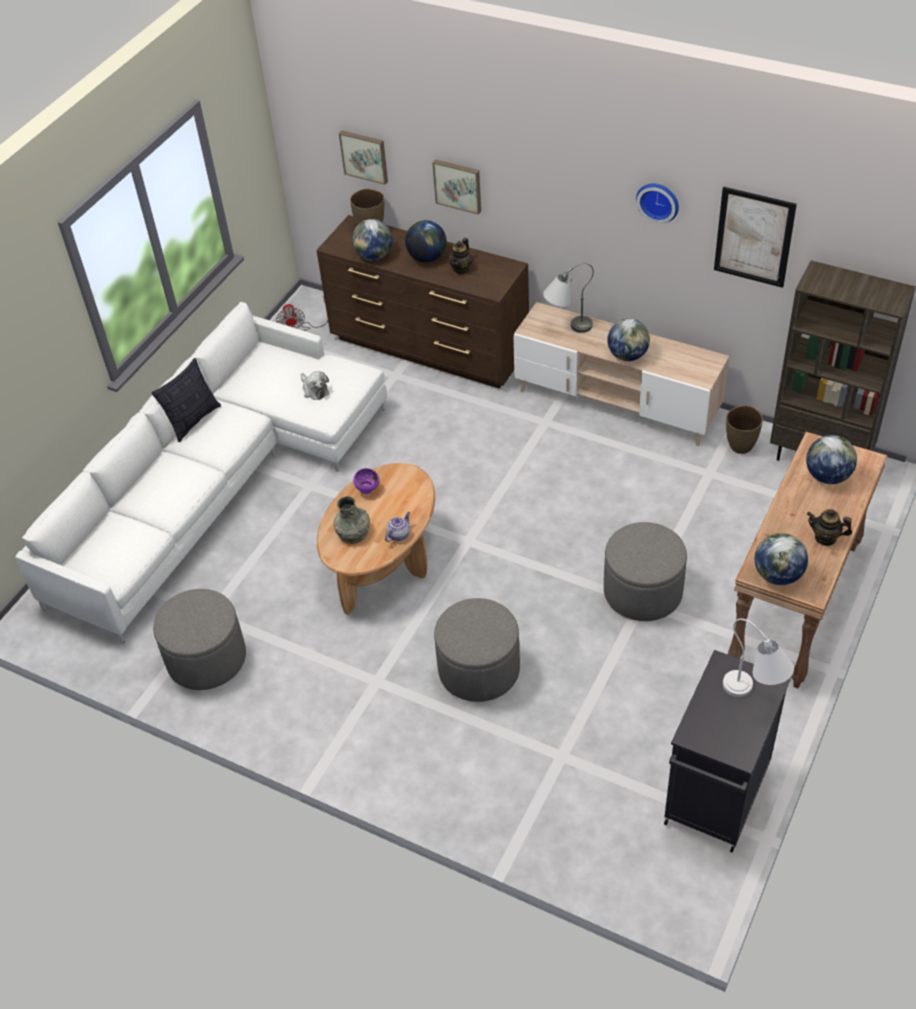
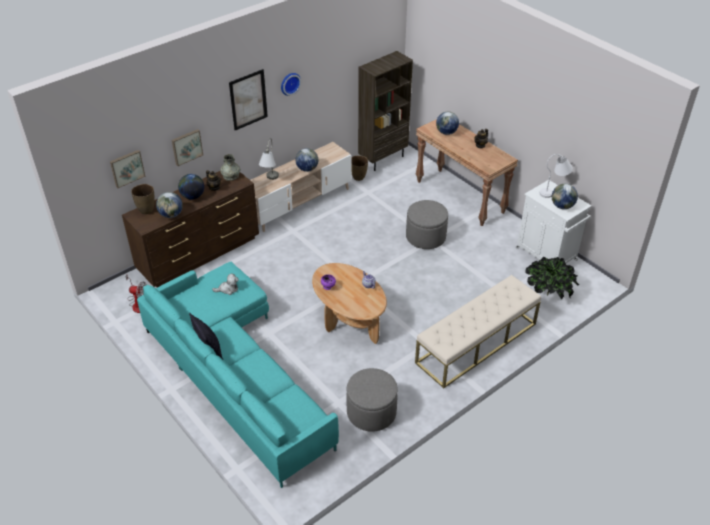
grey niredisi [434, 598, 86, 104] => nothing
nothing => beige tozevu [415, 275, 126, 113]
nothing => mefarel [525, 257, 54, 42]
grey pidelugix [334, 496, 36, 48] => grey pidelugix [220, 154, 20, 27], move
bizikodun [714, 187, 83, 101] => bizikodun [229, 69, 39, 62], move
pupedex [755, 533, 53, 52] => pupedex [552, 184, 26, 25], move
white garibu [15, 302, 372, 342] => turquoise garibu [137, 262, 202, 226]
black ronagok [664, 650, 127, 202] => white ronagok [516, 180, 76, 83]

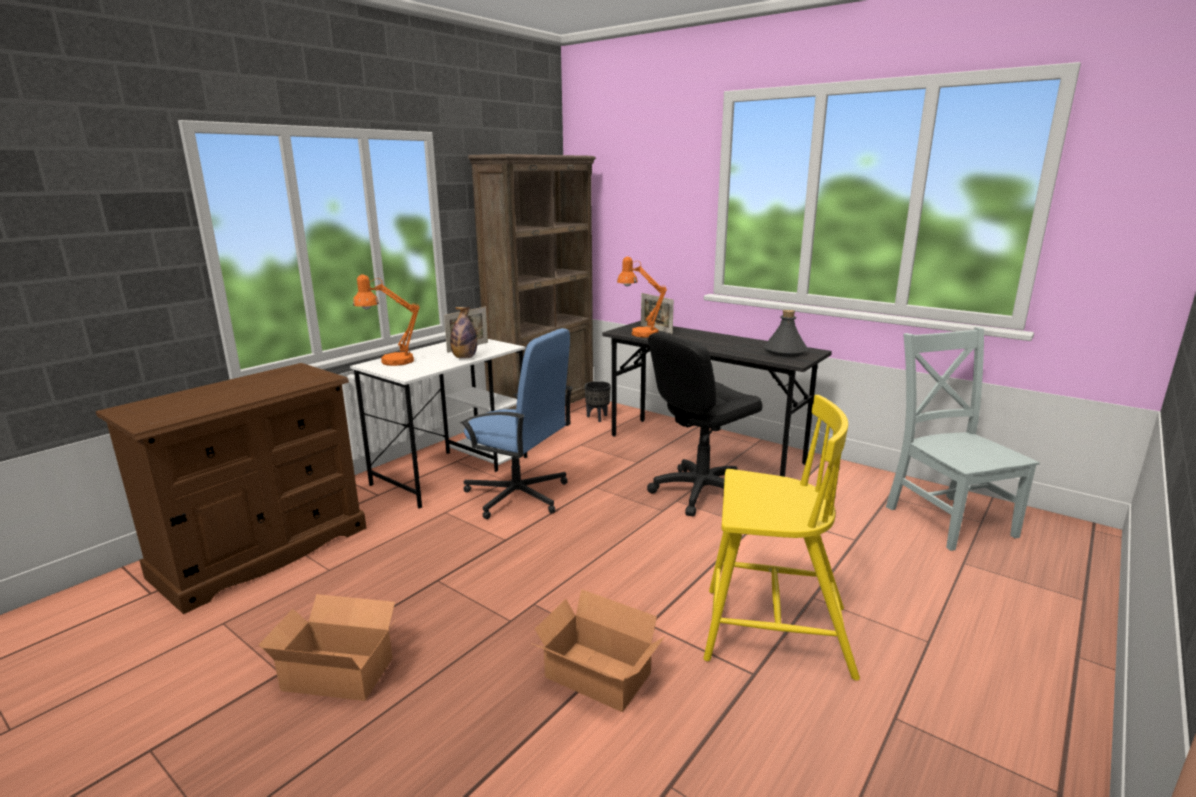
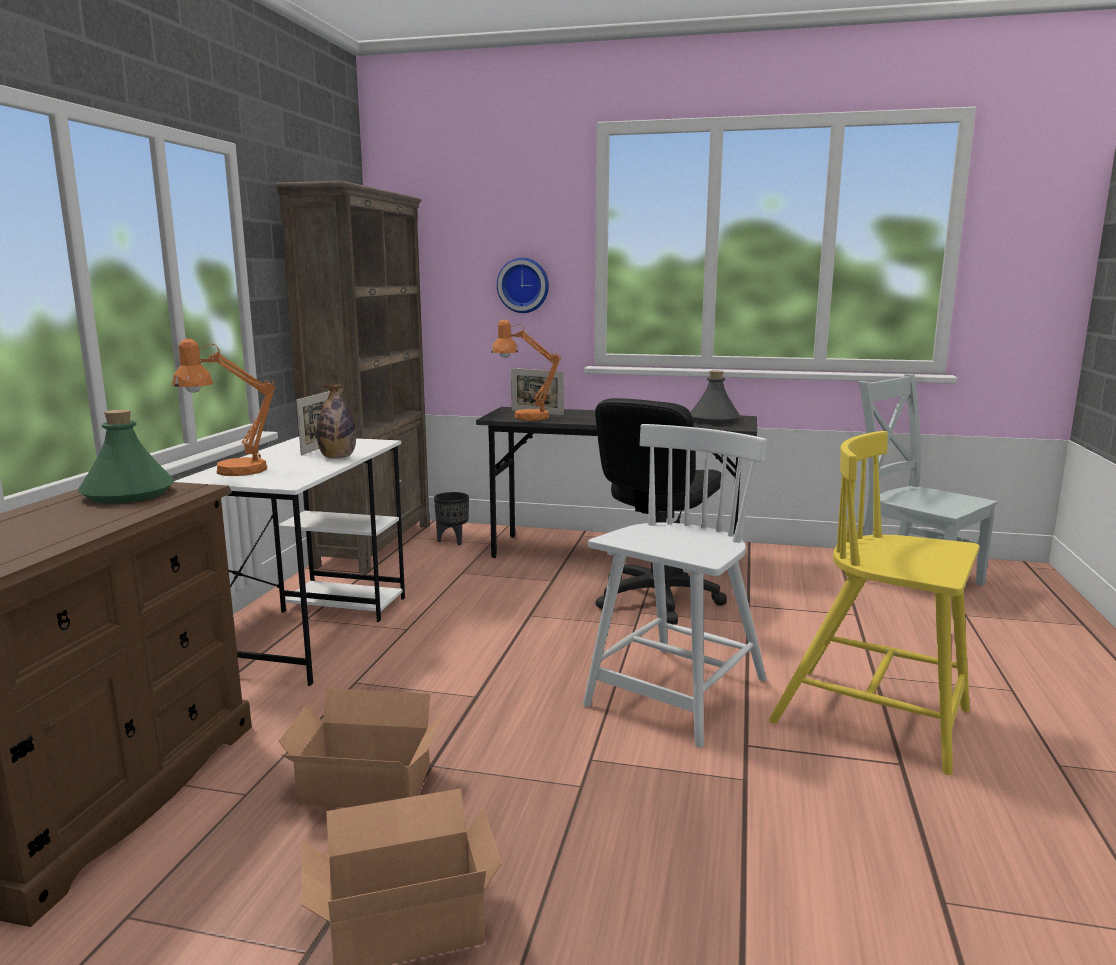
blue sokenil [460, 328, 113, 191] => nothing
nothing => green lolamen [78, 409, 96, 95]
nothing => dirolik [497, 258, 52, 55]
nothing => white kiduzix [583, 424, 184, 324]
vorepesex [531, 589, 134, 123] => vorepesex [279, 688, 165, 120], move
yellow kiduzix [704, 395, 156, 286] => yellow kiduzix [769, 431, 210, 344], 135 degrees counterclockwise

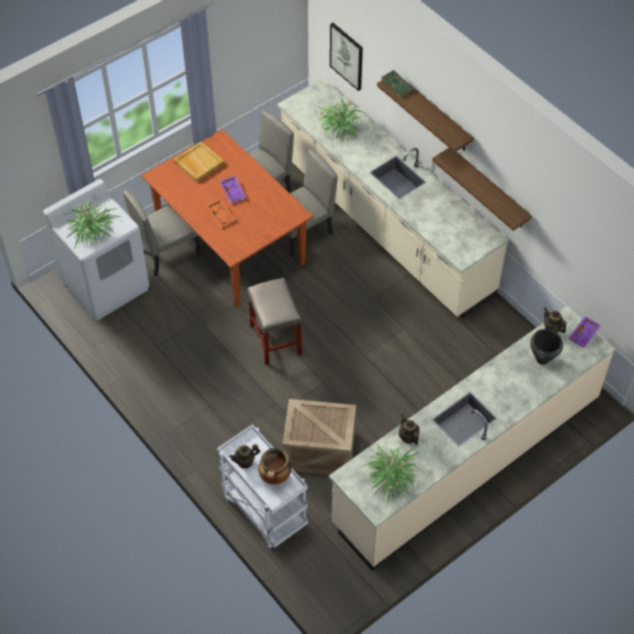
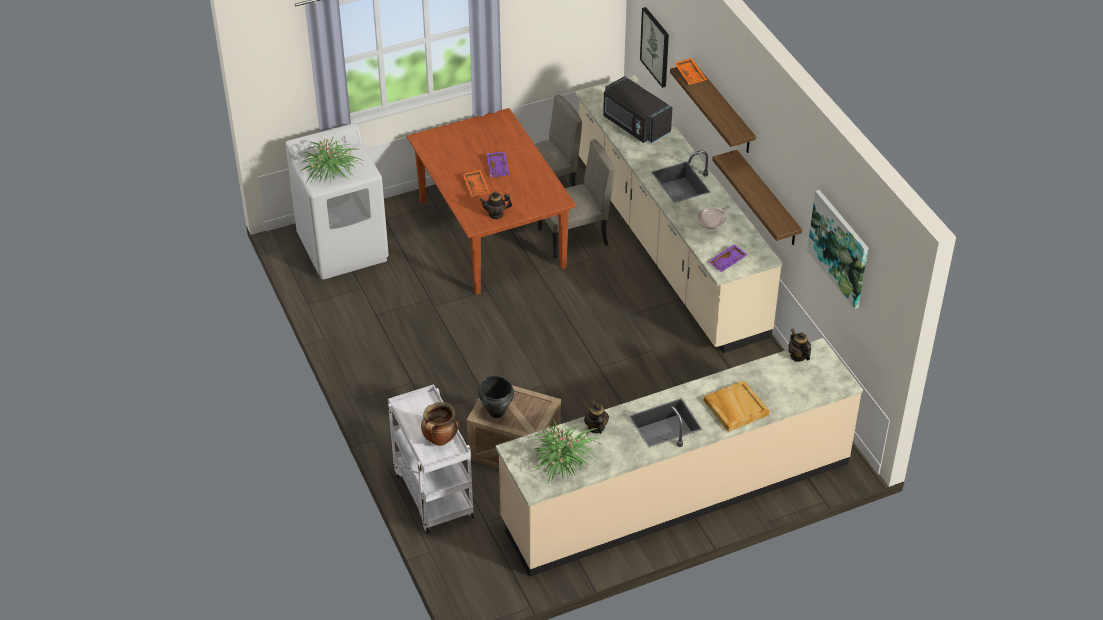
beige kiduzix [123, 190, 78, 86] => nothing
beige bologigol [248, 278, 54, 87] => nothing
nothing => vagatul [697, 205, 40, 24]
nothing => bizikodun [807, 190, 61, 119]
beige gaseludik [173, 142, 51, 40] => beige gaseludik [704, 380, 65, 52], move
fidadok [229, 444, 31, 24] => fidadok [480, 192, 32, 27], move
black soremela [530, 329, 33, 36] => black soremela [478, 375, 36, 43], move
purple gaseludik [568, 317, 33, 31] => purple gaseludik [708, 244, 40, 28], move
mefarel [315, 97, 49, 46] => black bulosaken [603, 76, 69, 67]
green gaseludik [381, 70, 32, 27] => orange gaseludik [674, 58, 33, 27]

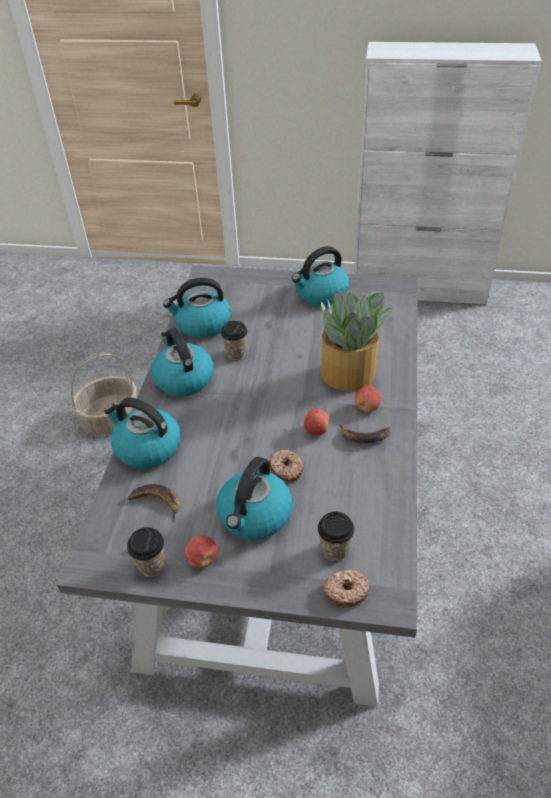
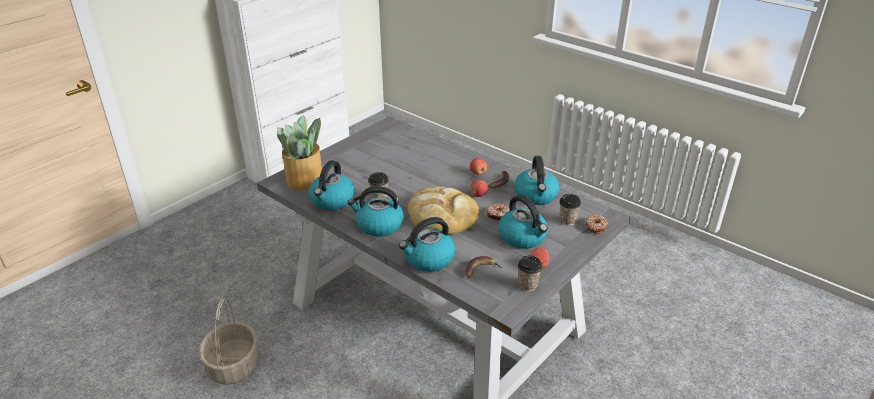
nothing => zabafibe [408, 186, 71, 48]
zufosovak [291, 246, 58, 60] => zufosovak [514, 156, 46, 49], move
mefarel [321, 291, 71, 100] => mefarel [277, 115, 45, 75], move

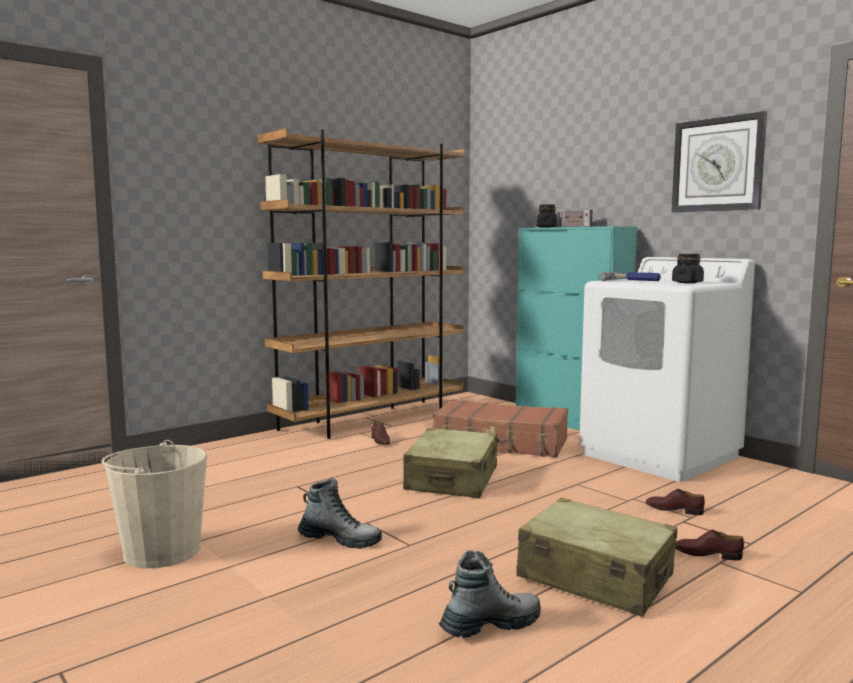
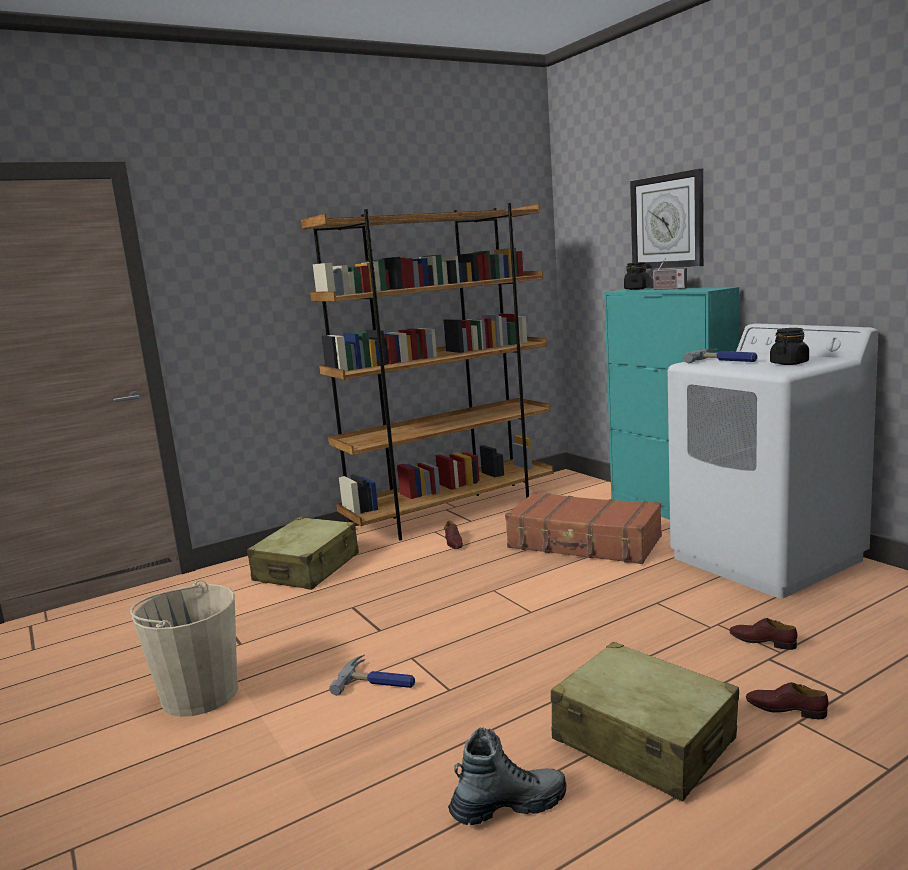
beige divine [403, 428, 94, 70] => beige divine [247, 517, 112, 73], move
dirolik [671, 111, 96, 101] => dirolik [630, 169, 74, 100], move
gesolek [298, 478, 84, 71] => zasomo [329, 655, 86, 41]

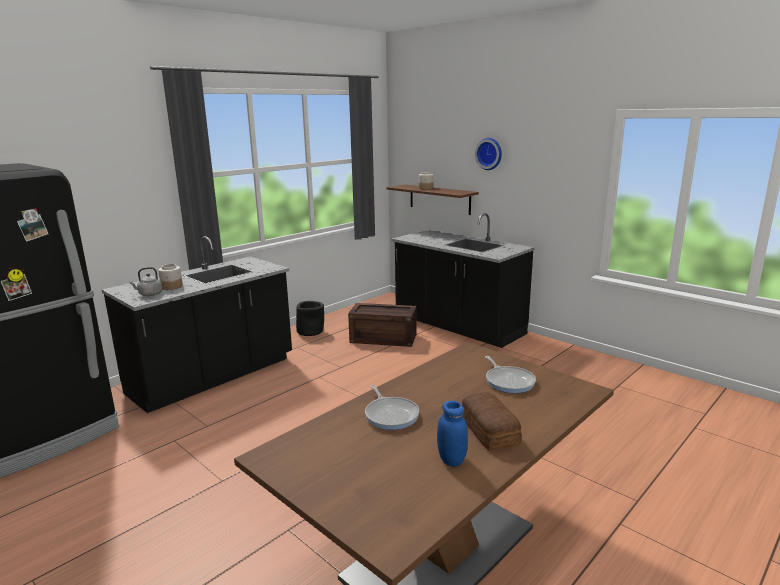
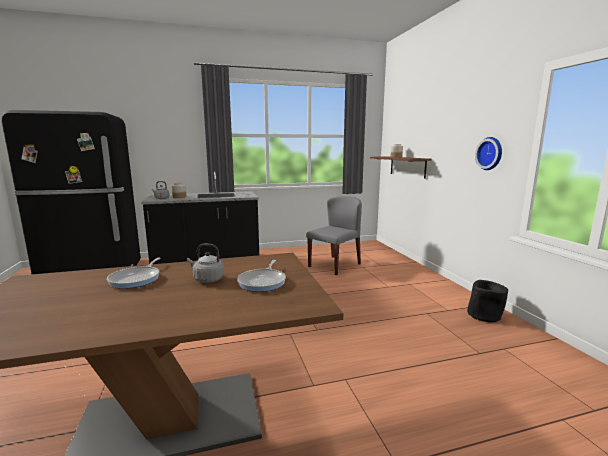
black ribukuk [391, 213, 144, 135] => nothing
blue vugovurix [437, 401, 31, 66] => nothing
zabafibe [462, 392, 60, 59] => nothing
nothing => grey zufosovak [187, 244, 37, 39]
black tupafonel [296, 301, 28, 35] => black tupafonel [467, 280, 41, 42], move
dirolik [475, 138, 27, 32] => dirolik [475, 137, 27, 33], move
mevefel [348, 303, 68, 44] => grey kiduzix [306, 196, 56, 79]

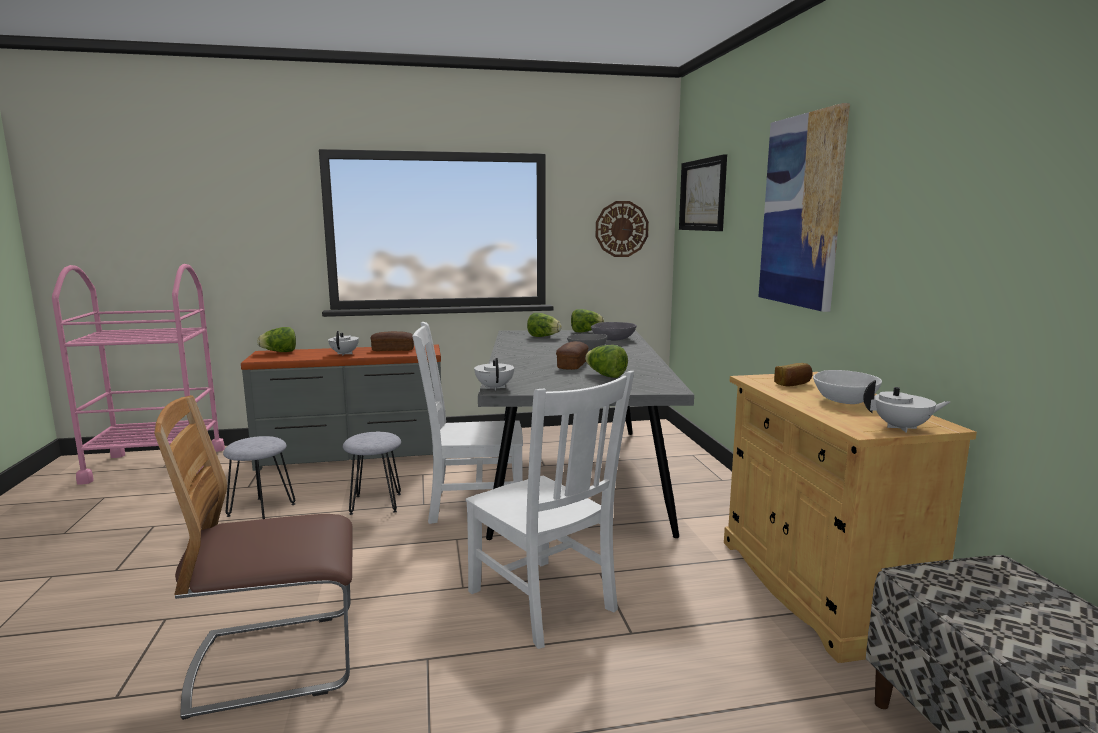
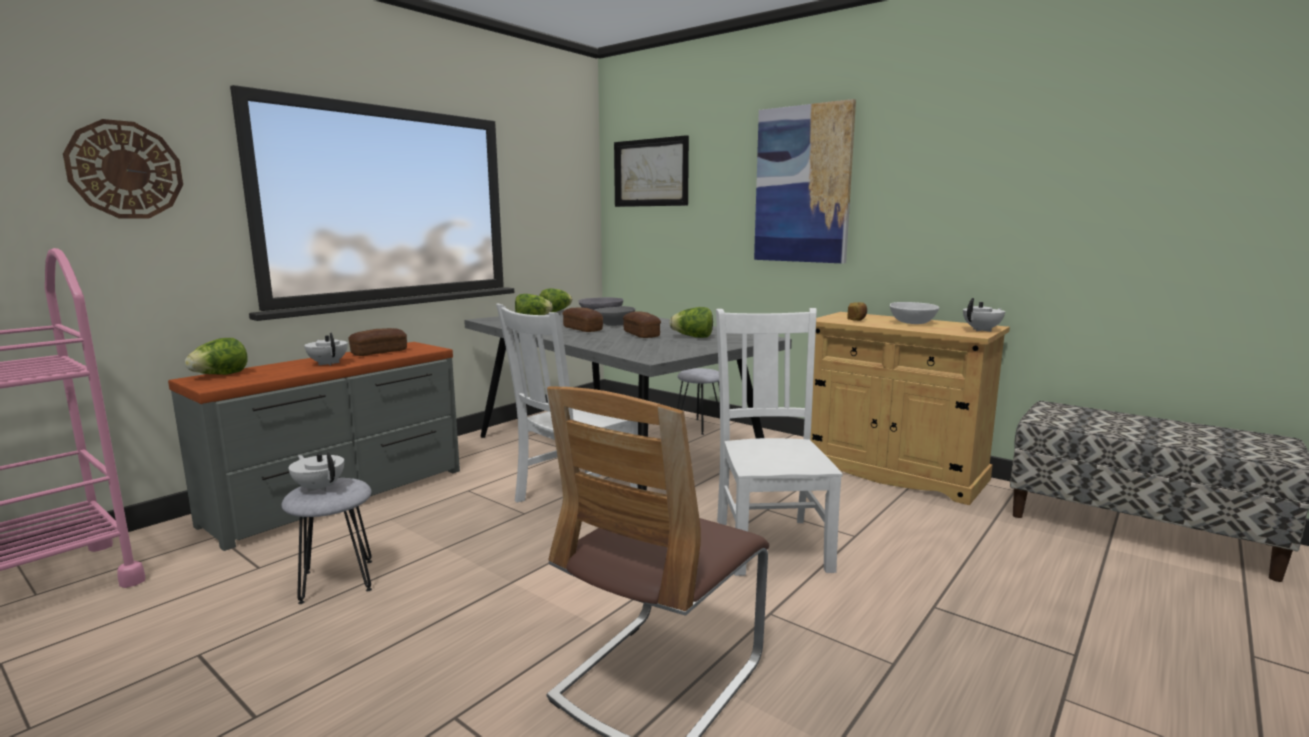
nothing => zabafibe [563, 307, 40, 25]
grey bologigol [343, 432, 58, 83] => grey bologigol [677, 368, 43, 67], move
white fidadok [474, 358, 40, 33] => white fidadok [288, 452, 56, 40], move
dirolik [596, 201, 53, 56] => dirolik [63, 119, 120, 99], move
white kiduzix [466, 371, 168, 278] => white kiduzix [716, 308, 127, 268], 105 degrees counterclockwise

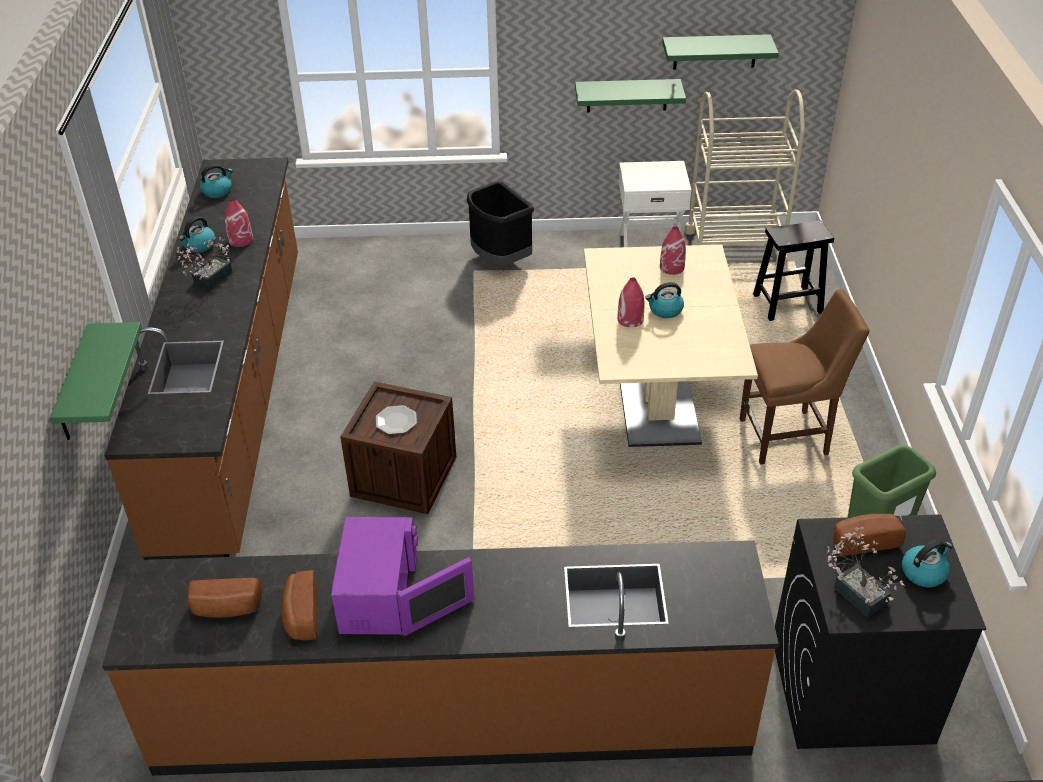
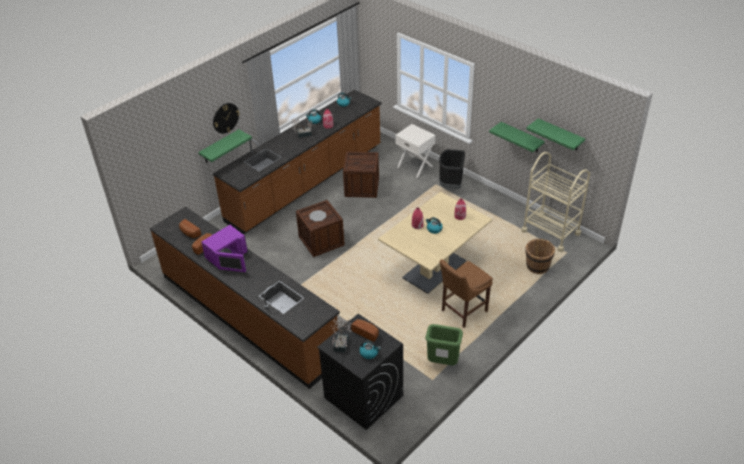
nothing => dirolik [213, 103, 27, 31]
nothing => mevefel [343, 152, 36, 46]
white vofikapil [619, 161, 72, 86] => white vofikapil [395, 124, 40, 54], move
black bologigol [753, 220, 81, 101] => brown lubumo [525, 239, 30, 35]
brown kiduzix [740, 289, 129, 175] => brown kiduzix [440, 259, 53, 69], 105 degrees clockwise

